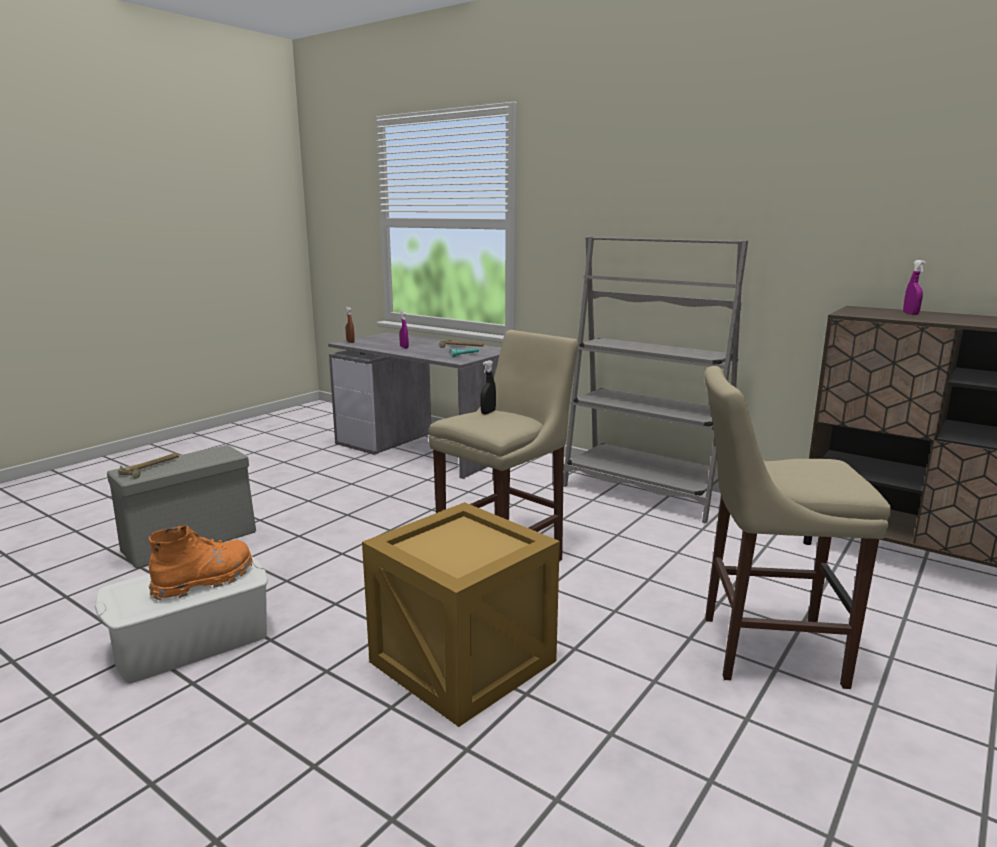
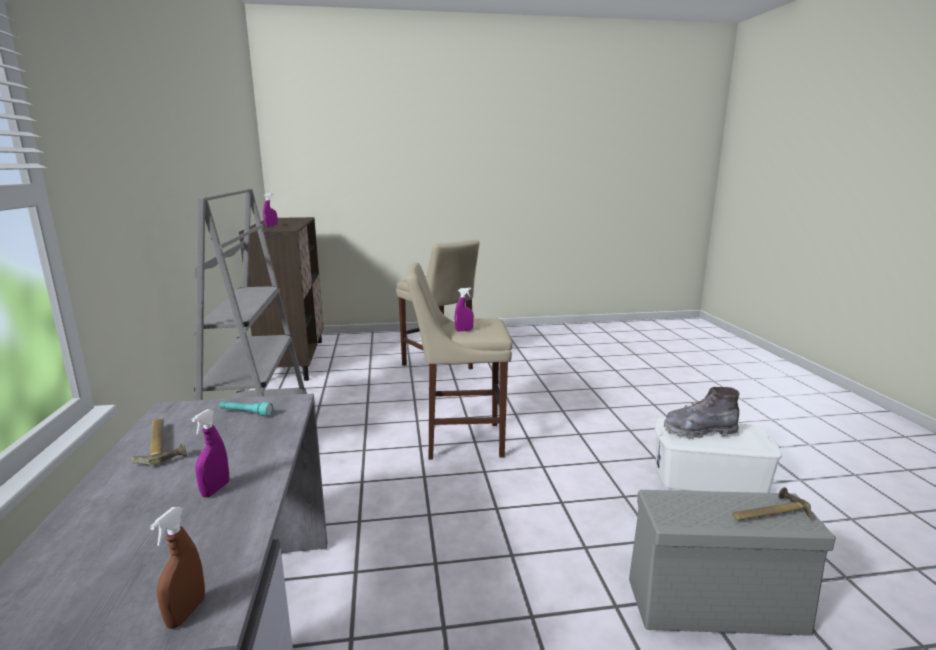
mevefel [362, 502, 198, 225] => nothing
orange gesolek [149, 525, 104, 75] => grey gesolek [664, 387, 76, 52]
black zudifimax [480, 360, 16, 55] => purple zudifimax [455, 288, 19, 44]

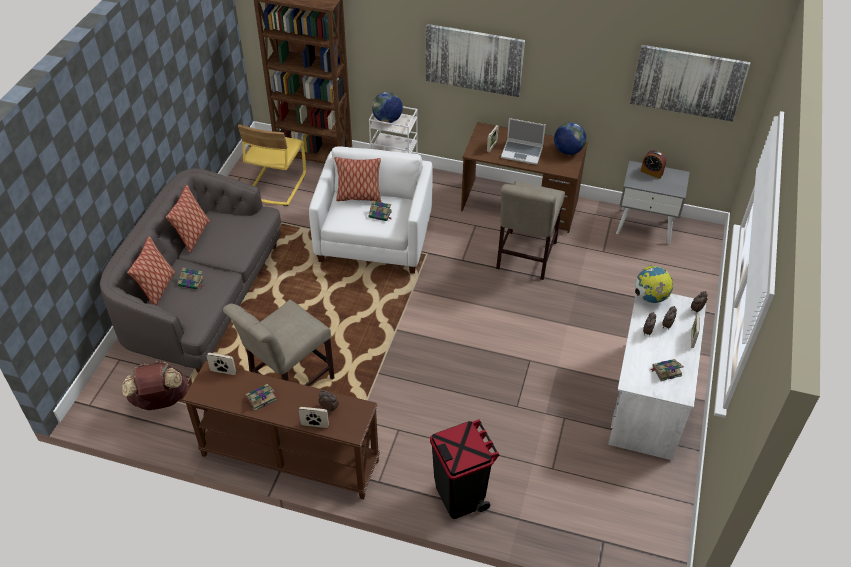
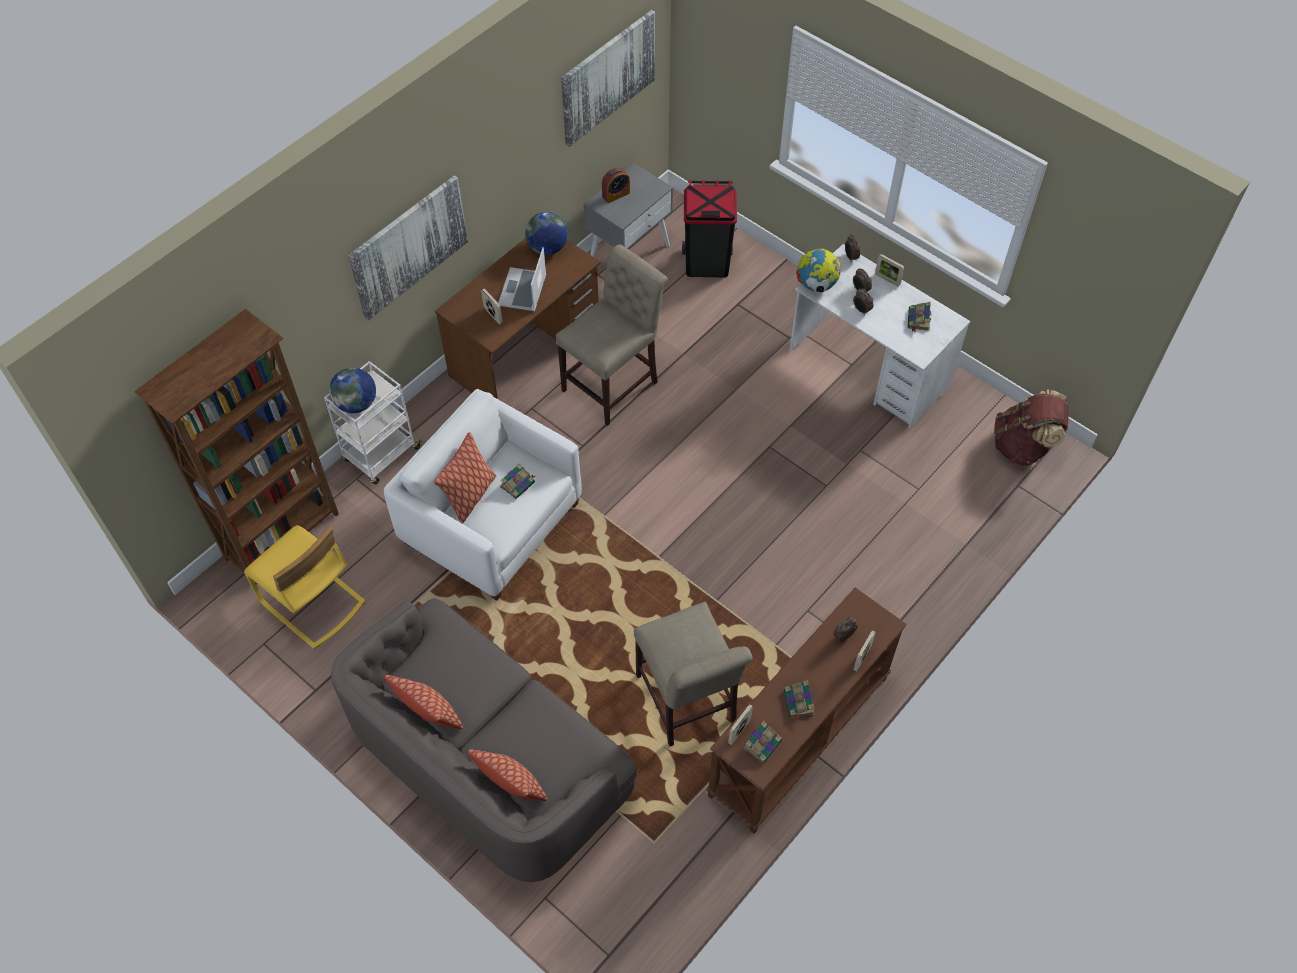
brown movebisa [122, 360, 67, 50] => brown movebisa [994, 390, 75, 76], move
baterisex [178, 268, 27, 21] => baterisex [742, 721, 40, 42], move
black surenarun [430, 419, 69, 100] => black surenarun [682, 180, 55, 97], move
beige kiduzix [496, 181, 69, 99] => beige kiduzix [556, 244, 112, 182], 90 degrees counterclockwise
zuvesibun [501, 118, 45, 47] => zuvesibun [498, 247, 48, 64], 150 degrees clockwise

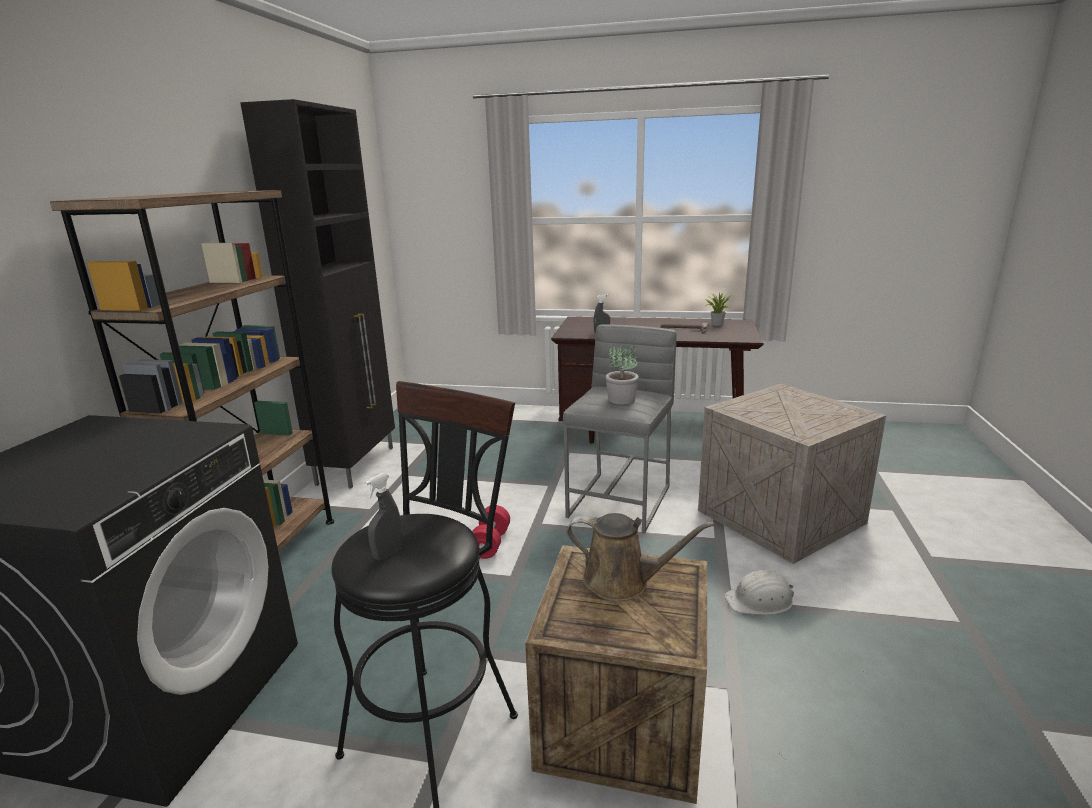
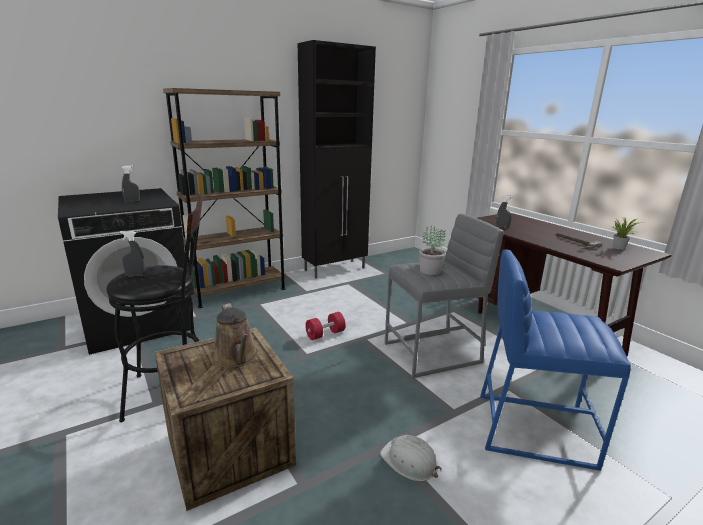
nothing => grey zudifimax [122, 165, 18, 37]
mevefel [698, 384, 188, 180] => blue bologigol [480, 249, 151, 222]

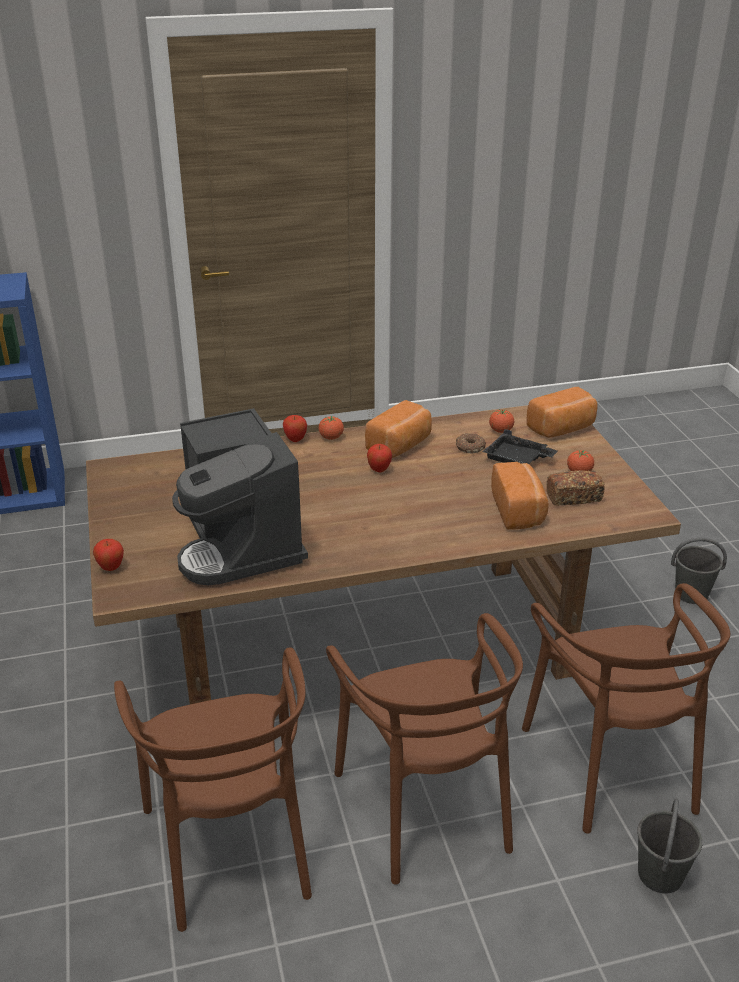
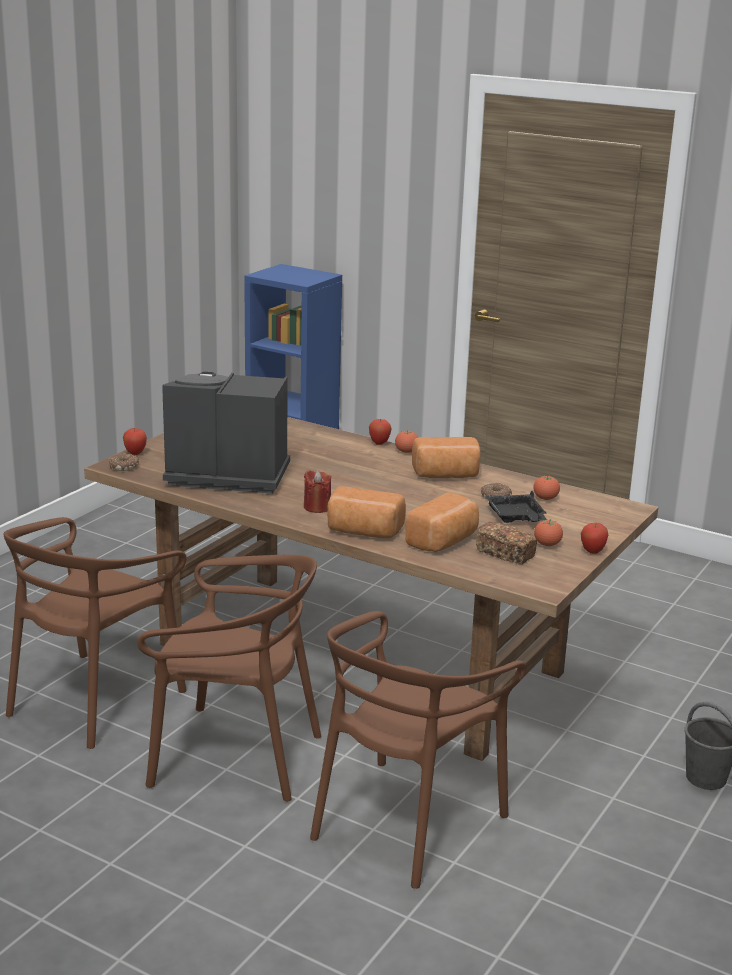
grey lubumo [637, 799, 65, 95] => nothing
nothing => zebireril [109, 454, 30, 17]
nothing => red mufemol [304, 470, 27, 43]
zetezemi [367, 444, 25, 28] => zetezemi [581, 523, 27, 31], move
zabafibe [526, 387, 71, 51] => zabafibe [327, 486, 79, 52], move
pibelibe [172, 408, 136, 177] => pibelibe [162, 372, 128, 122], 75 degrees clockwise
brown kiduzix [326, 613, 197, 272] => brown kiduzix [137, 555, 184, 246], 105 degrees counterclockwise

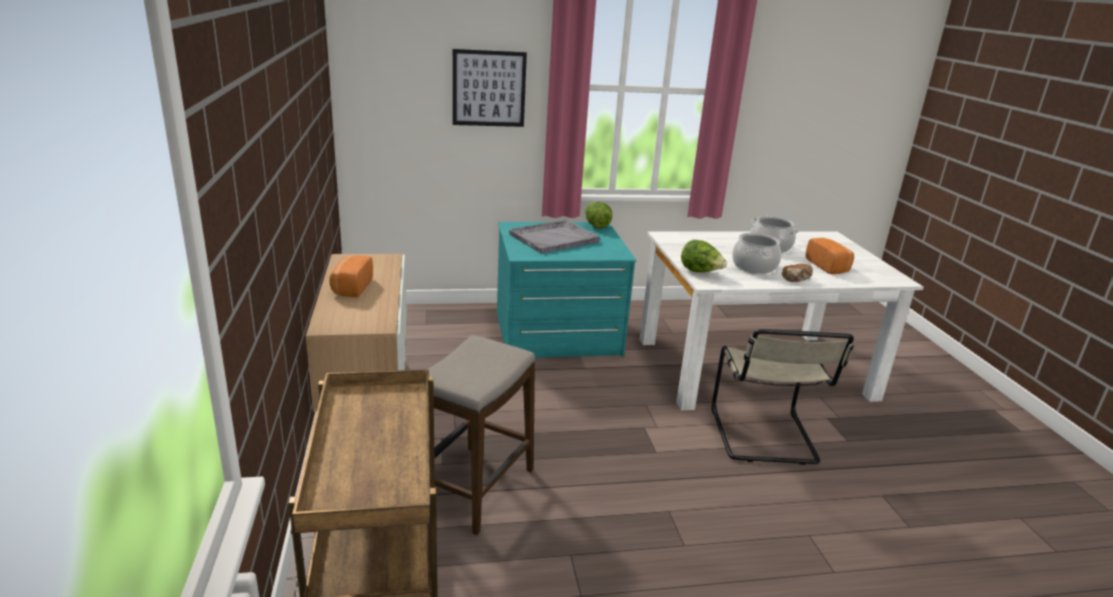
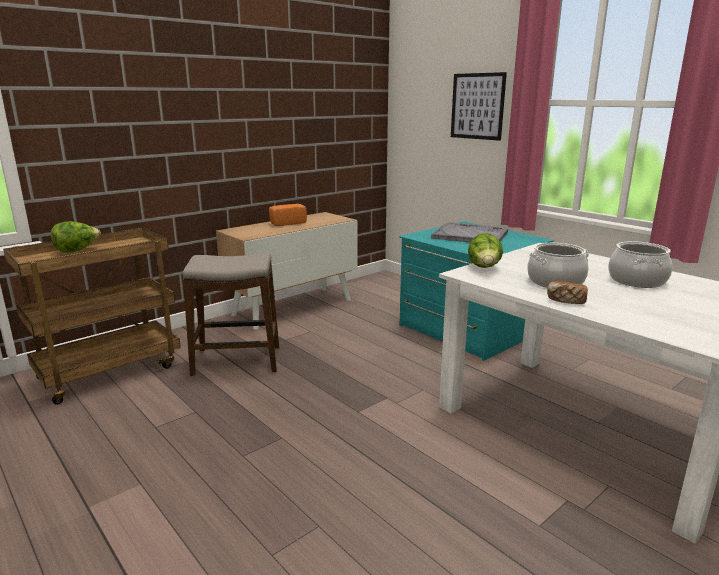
beige kiduzix [711, 329, 143, 136] => nothing
zabafibe [806, 238, 48, 36] => nothing
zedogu [585, 202, 27, 27] => zedogu [51, 221, 50, 32], move

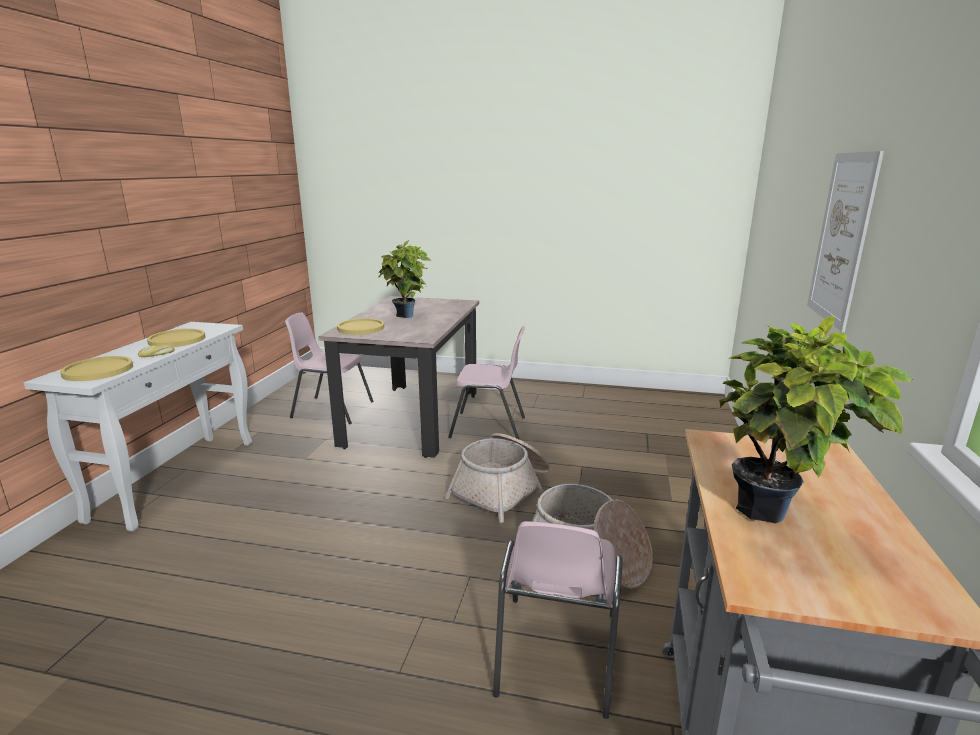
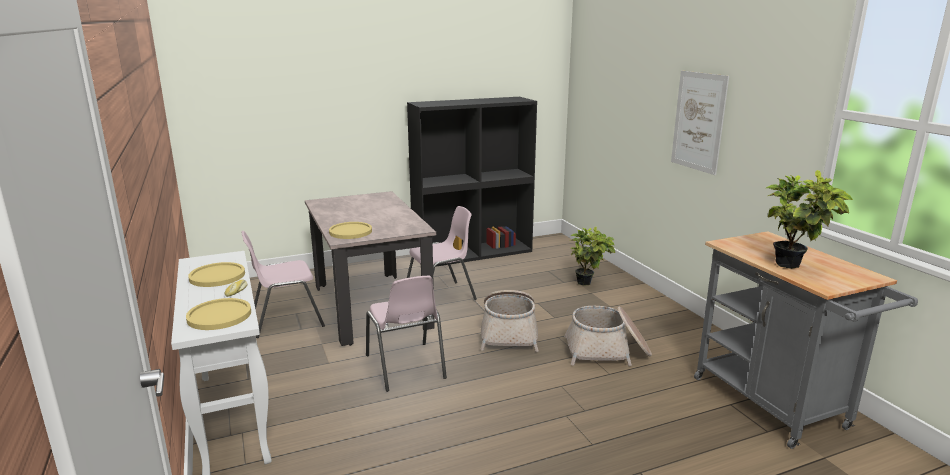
nothing => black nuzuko [407, 97, 130, 170]
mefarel [379, 240, 52, 78] => mefarel [570, 226, 45, 60], move
pink kiduzix [493, 521, 130, 198] => pink kiduzix [366, 276, 81, 116], move

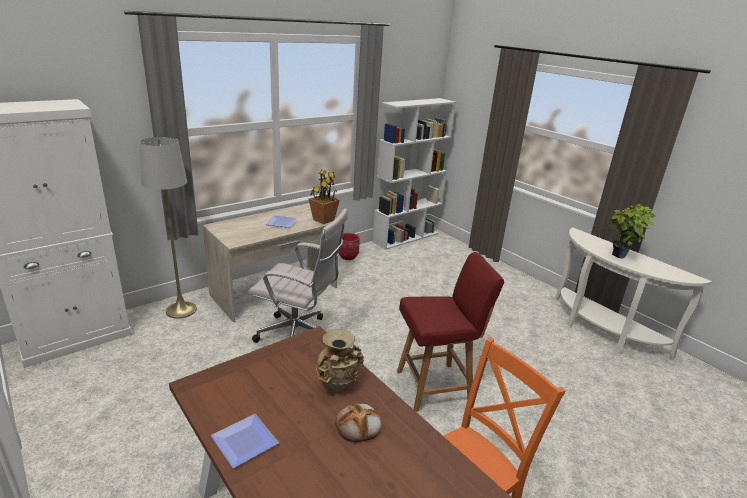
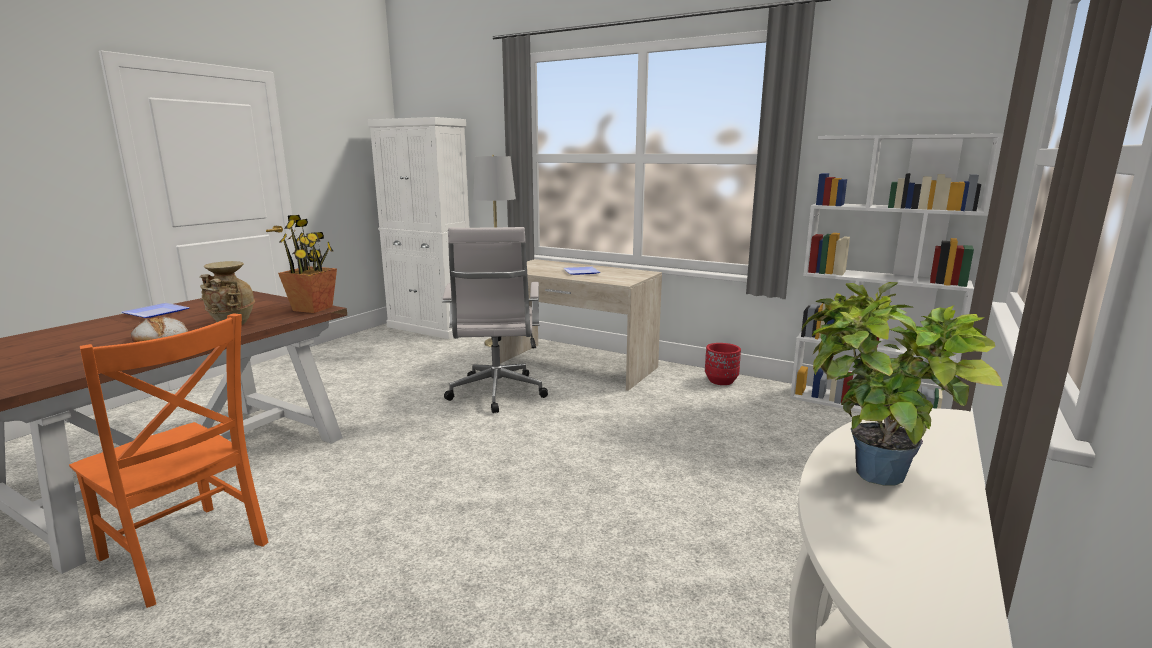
red kiduzix [397, 252, 107, 160] => nothing
mefarel [309, 170, 31, 54] => mefarel [278, 215, 59, 98], move

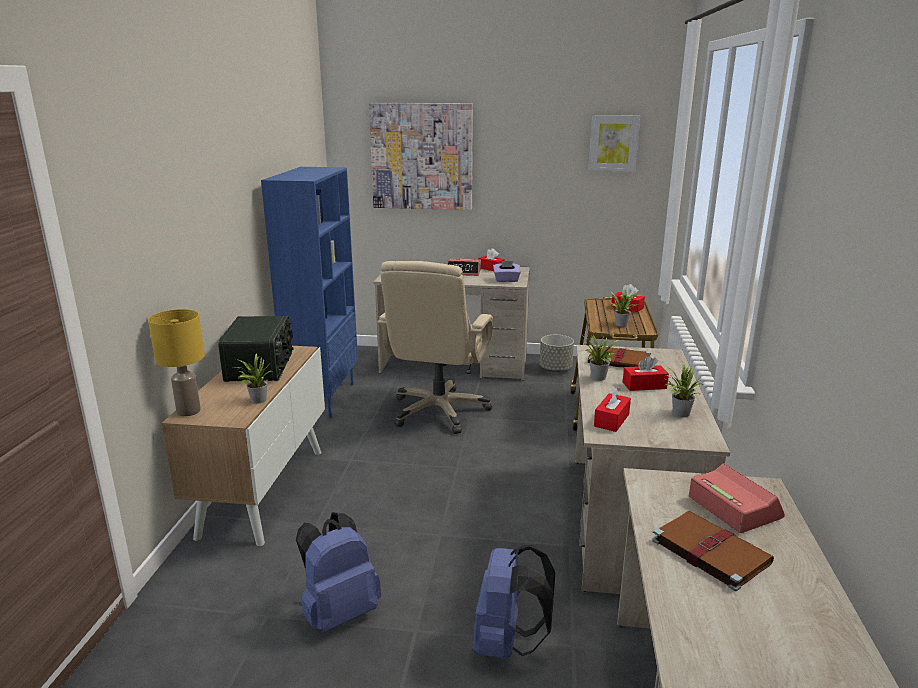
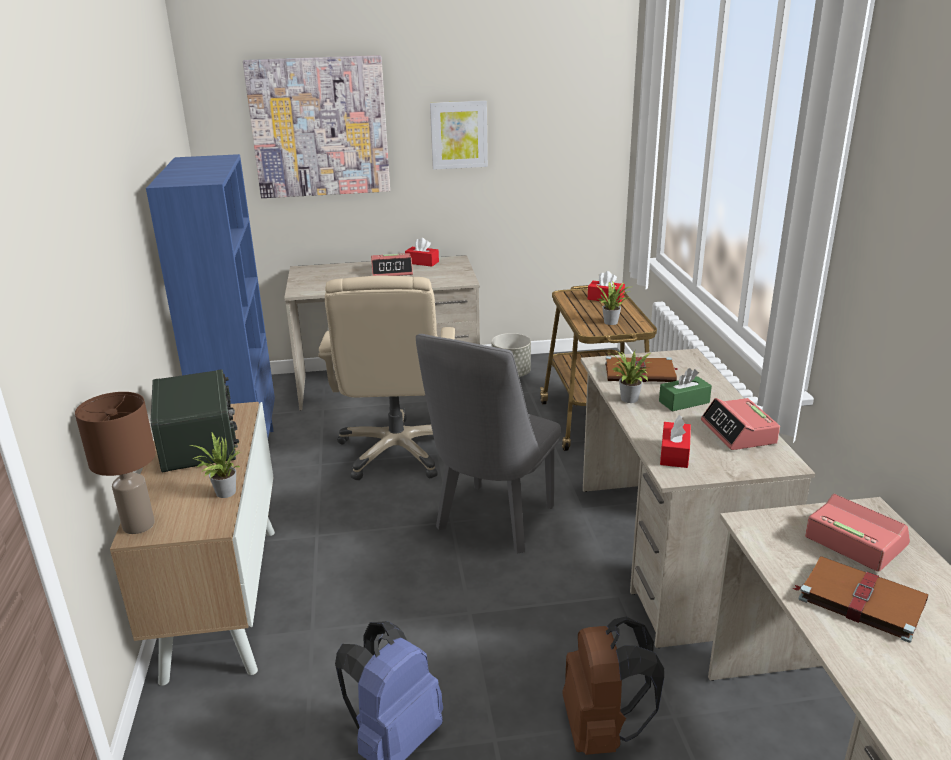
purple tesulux [493, 261, 28, 21] => nothing
nothing => grey kiduzix [416, 334, 145, 219]
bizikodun [589, 115, 51, 56] => bizikodun [430, 100, 58, 70], move
mefarel [664, 362, 38, 55] => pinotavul [701, 398, 79, 52]
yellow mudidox [148, 309, 57, 107] => brown mudidox [75, 392, 81, 142]
blue movebisa [473, 545, 82, 114] => brown movebisa [563, 617, 101, 138]
red tesulux [623, 355, 46, 36] => green tesulux [659, 368, 53, 43]

